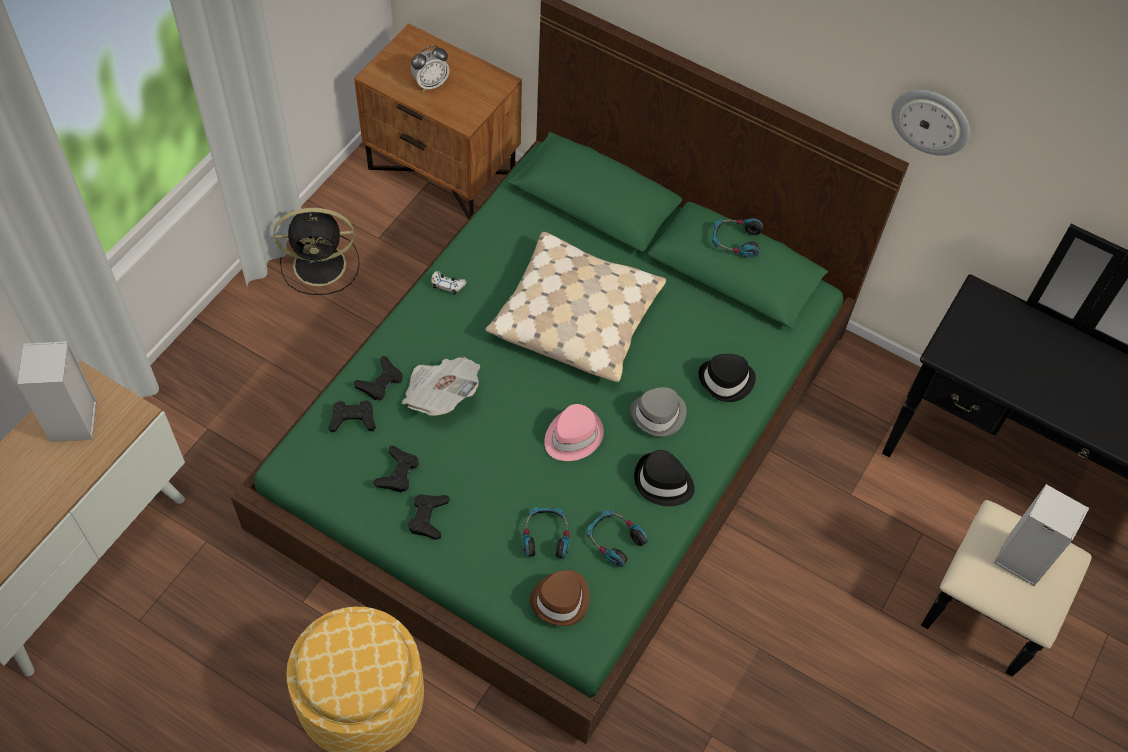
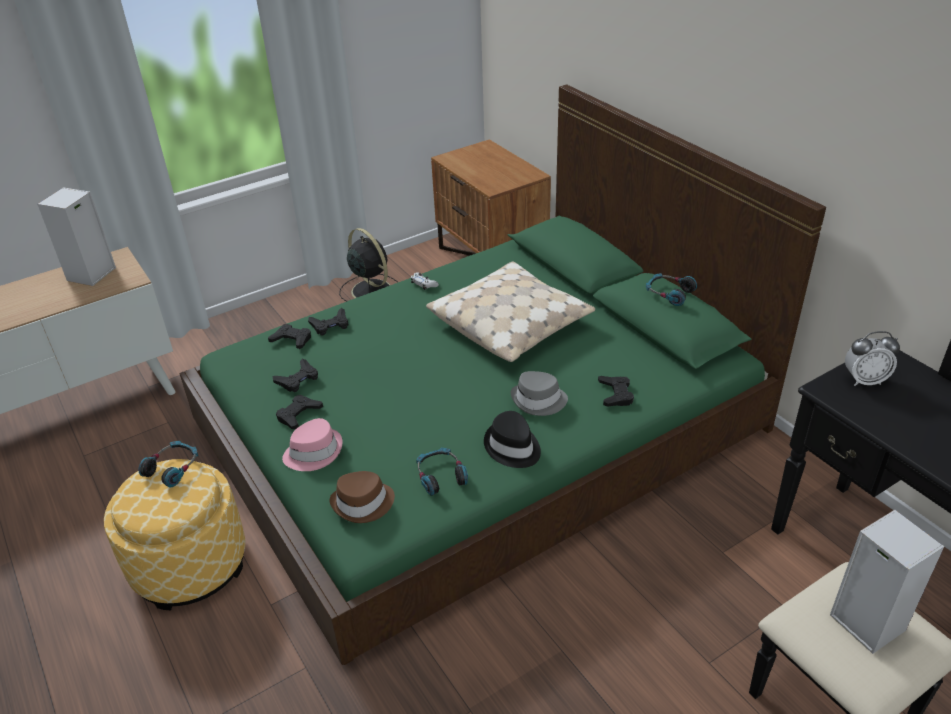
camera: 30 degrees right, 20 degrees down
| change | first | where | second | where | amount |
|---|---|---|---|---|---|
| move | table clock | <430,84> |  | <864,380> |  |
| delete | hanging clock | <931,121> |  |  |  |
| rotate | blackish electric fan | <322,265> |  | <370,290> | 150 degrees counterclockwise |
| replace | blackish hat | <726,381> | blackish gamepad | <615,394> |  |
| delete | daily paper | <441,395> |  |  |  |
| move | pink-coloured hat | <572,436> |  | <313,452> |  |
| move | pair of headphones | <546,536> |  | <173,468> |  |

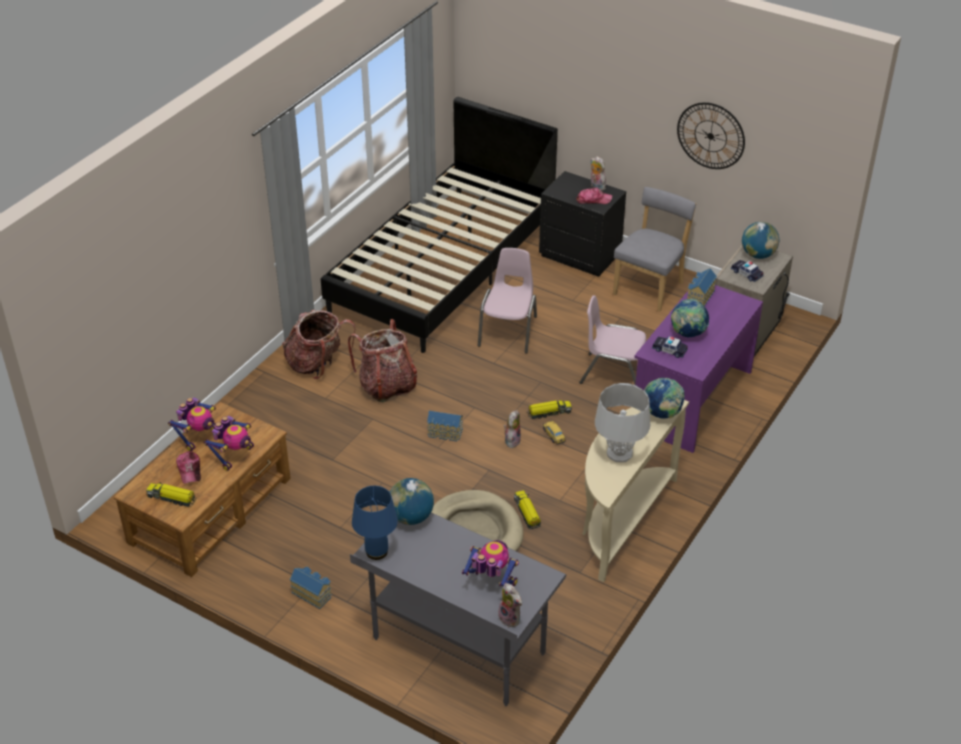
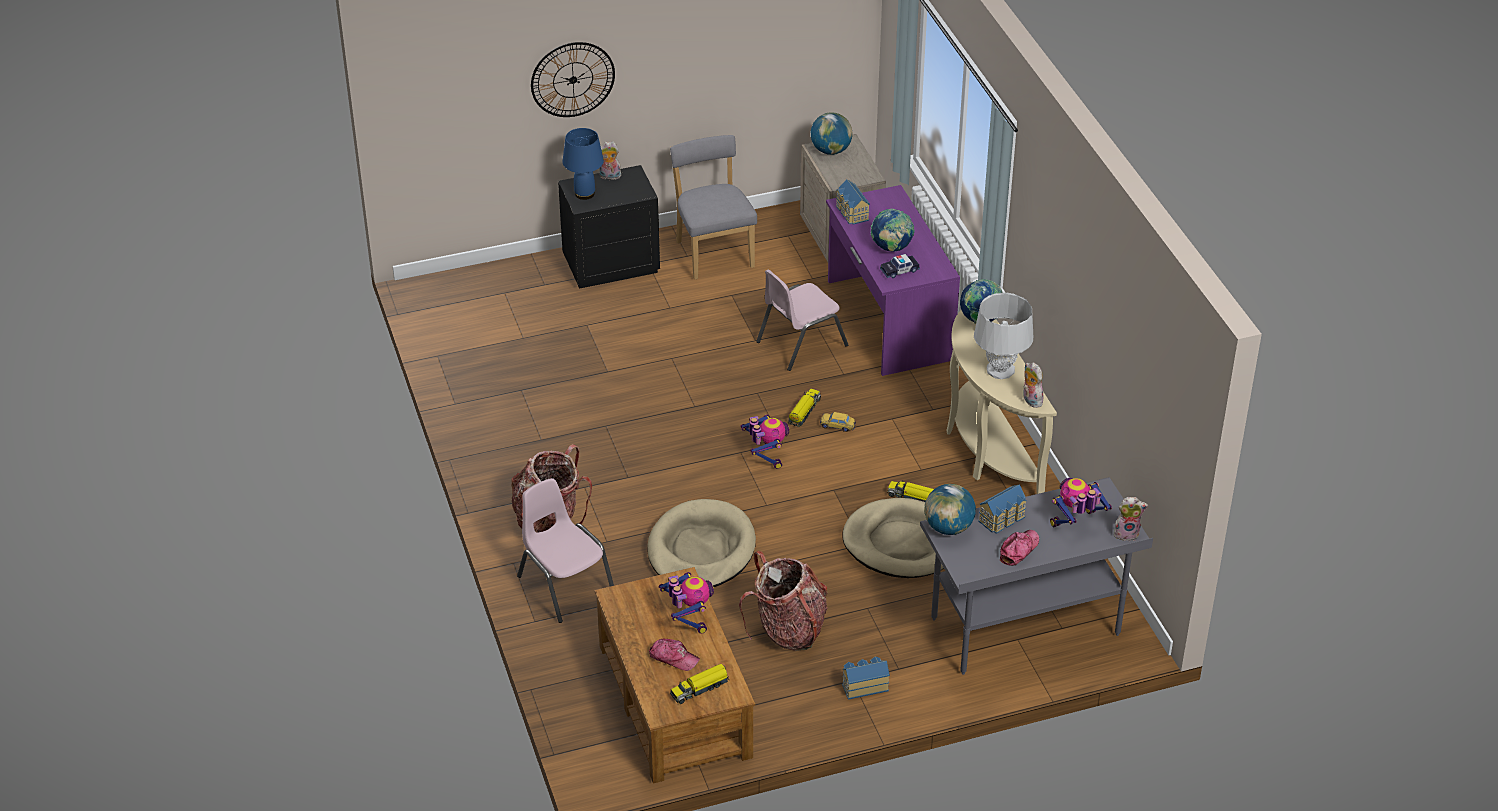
camera: 50 degrees left, 0 degrees up
| change | first | where | second | where | amount |
|---|---|---|---|---|---|
| delete | blackish bedroom bed | <443,268> |  |  |  |
| move | hanging clock | <710,136> |  | <573,79> |  |
| move | cap | <593,200> |  | <1018,550> |  |
| move | pink-coloured chair | <508,331> |  | <565,585> |  |
| delete | toy car | <746,273> |  |  |  |
| move | knapsack | <387,385> |  | <788,630> |  |
| move | robot figure | <199,437> |  | <766,455> |  |
| move | cuddly toy | <512,440> |  | <1030,400> |  |
| move | miniature house | <445,433> |  | <1003,519> |  |
| move | blue lamp for a table | <376,551> |  | <584,194> |  |
| insert |  |  | beige-coloured pet bed | <701,549> |  |

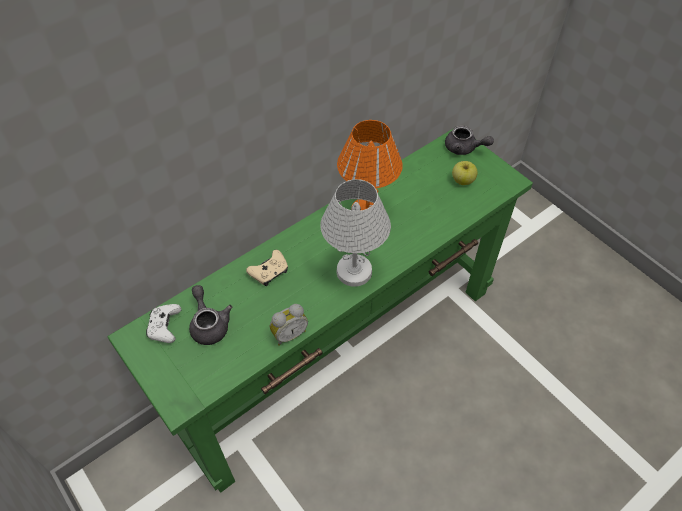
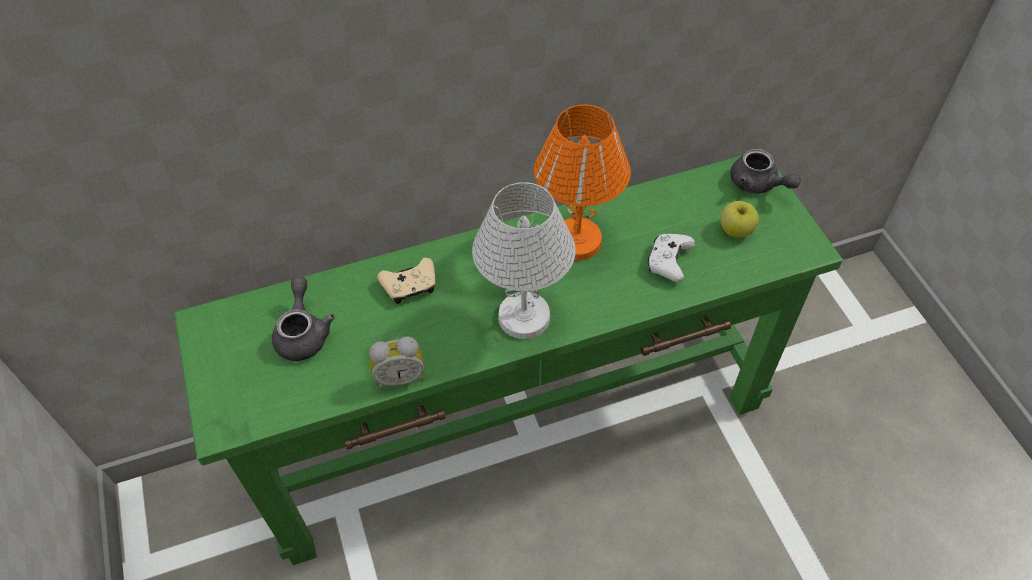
camera: 20 degrees right, 0 degrees up
| change | first | where | second | where | amount |
|---|---|---|---|---|---|
| move | white-coloured gamepad | <165,327> |  | <668,262> |  |

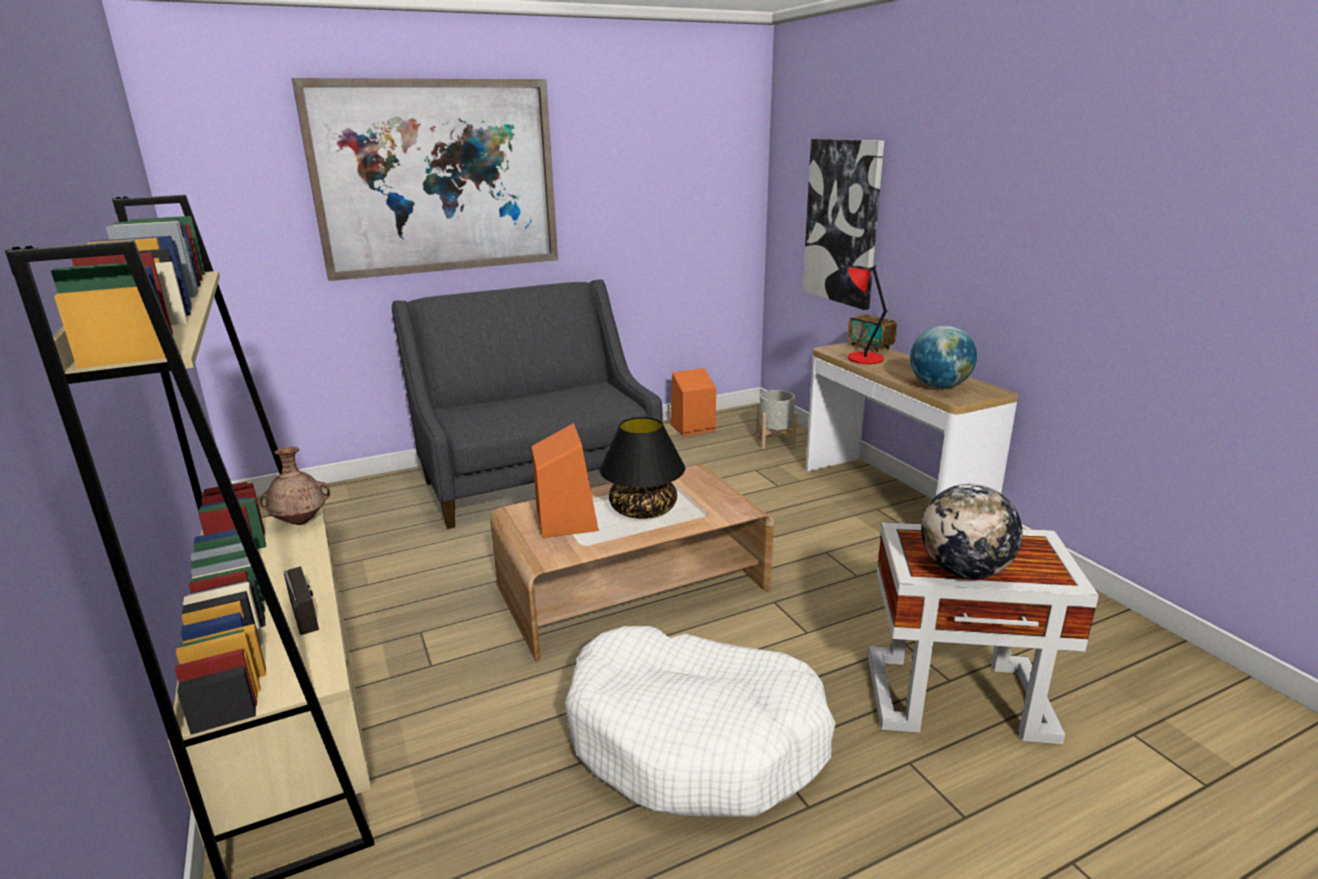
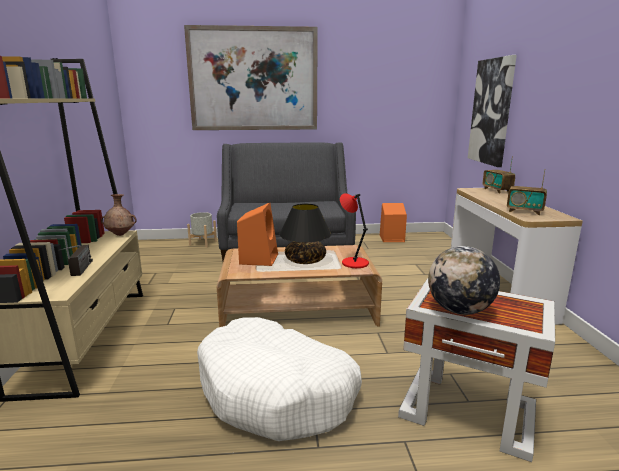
camera: 20 degrees right, 5 degrees down
| change | first | where | second | where | amount |
|---|---|---|---|---|---|
| move | reddish lamp for a table | <862,359> |  | <353,263> |  |
| replace | world globe | <939,386> | radio receiver | <524,211> |  |
| move | greyish plant pot | <775,441> |  | <203,243> |  |

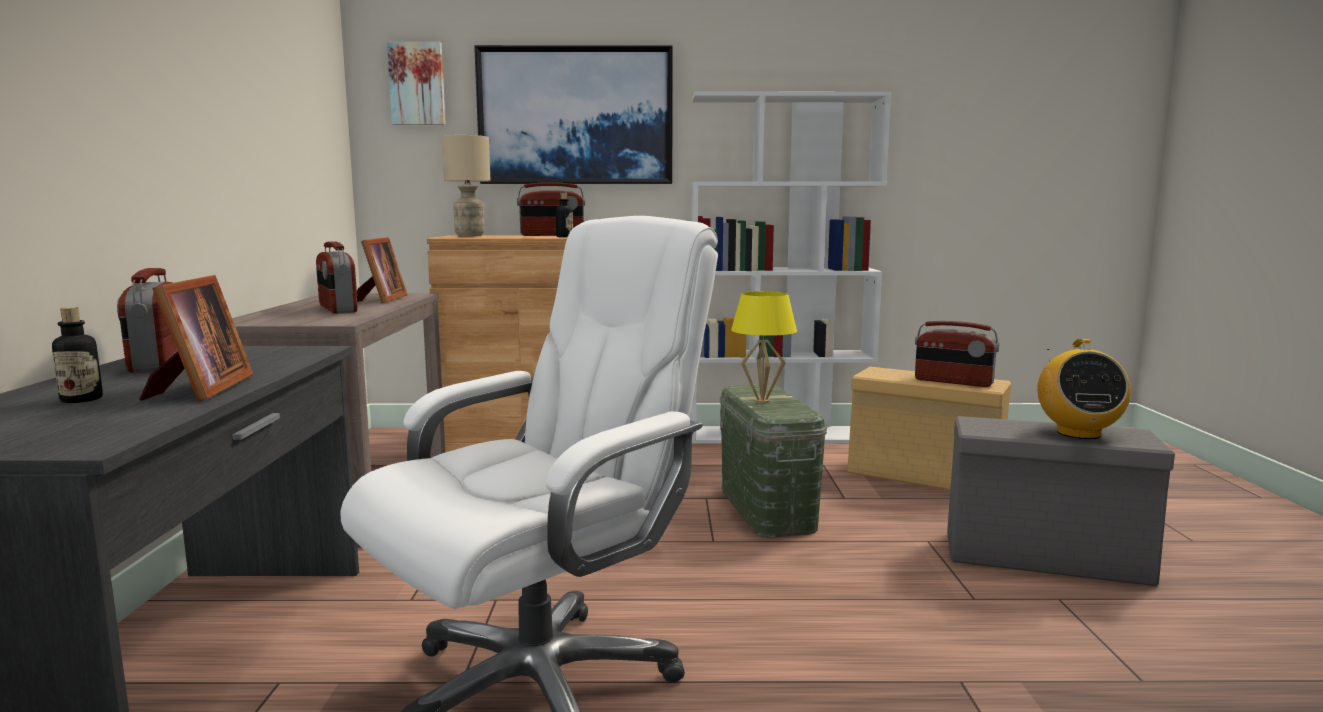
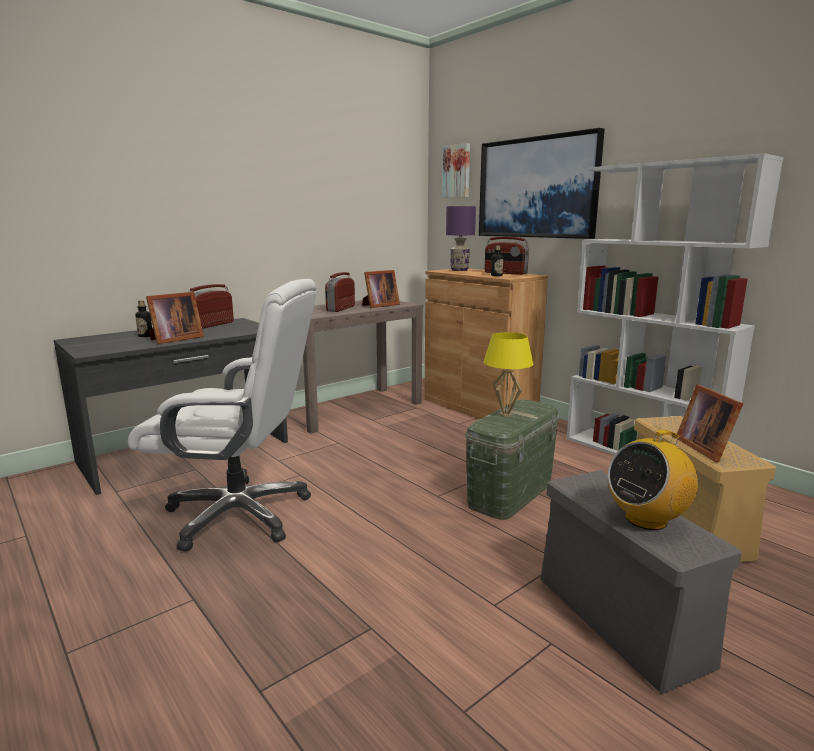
camera: 50 degrees right, 5 degrees up
| change | first | where | second | where | amount |
|---|---|---|---|---|---|
| recolor | beige-coloured lamp for a table | <469,236> | purple lamp for a table | <459,270> |  |
| replace | radio receiver | <953,382> | photo frame | <705,448> |  |

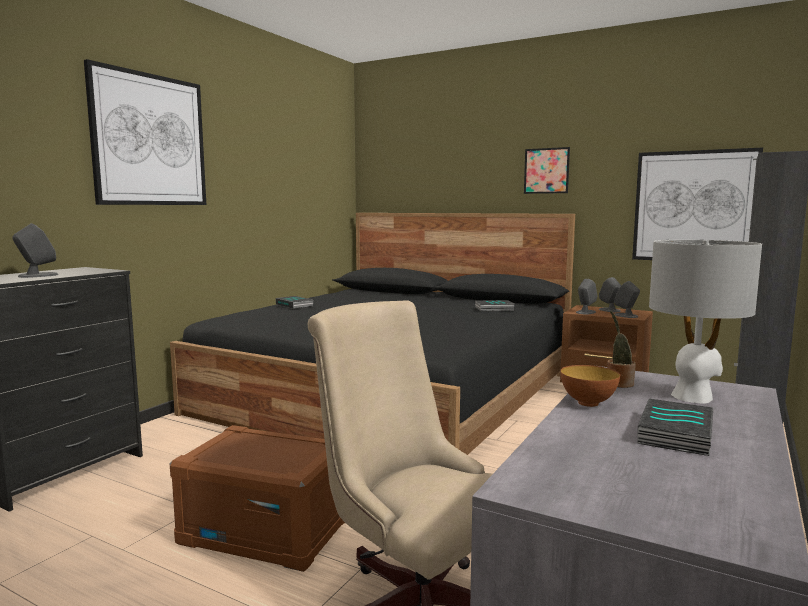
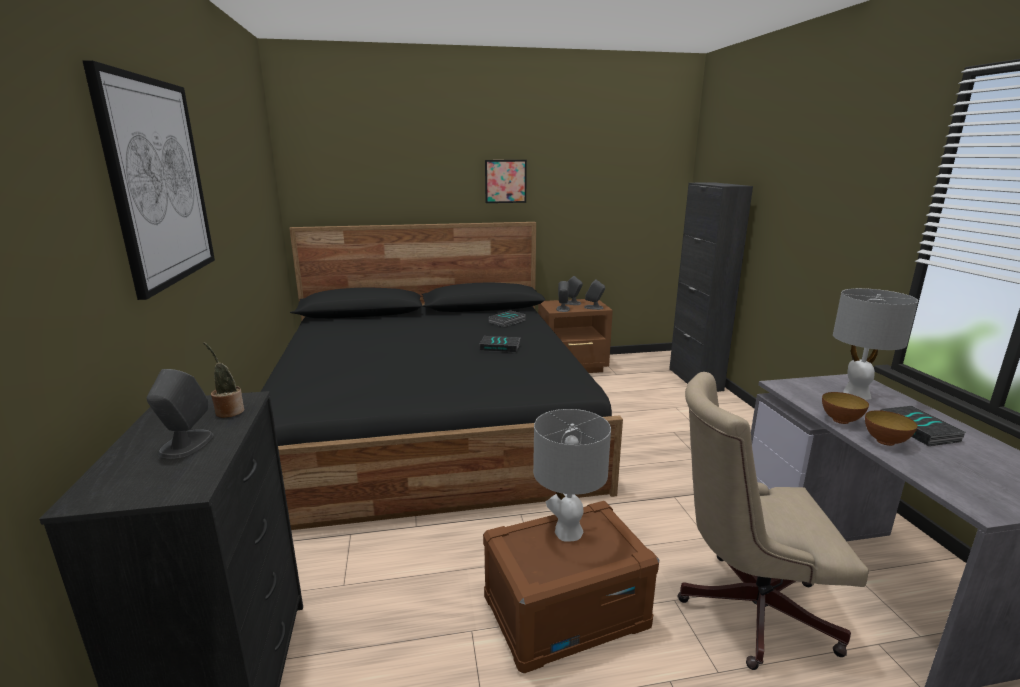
camera: 40 degrees left, 10 degrees up
| change | first | where | second | where | amount |
|---|---|---|---|---|---|
| delete | wall art | <694,206> |  |  |  |
| move | book | <295,305> |  | <500,347> |  |
| move | plant in a pot | <618,383> |  | <228,411> |  |
| insert |  |  | greyish lamp for a table | <567,531> |  |
| insert |  |  | bowl | <885,442> |  |

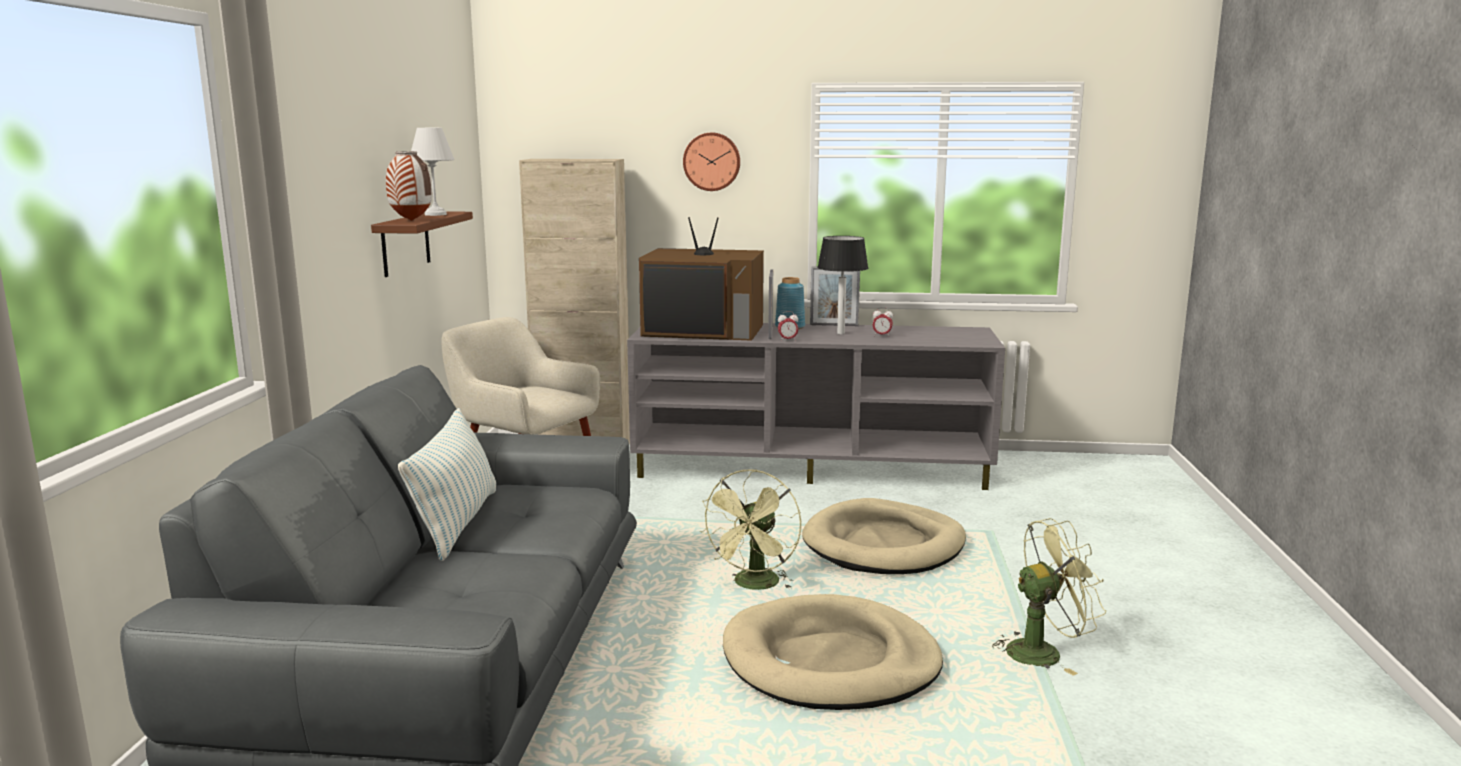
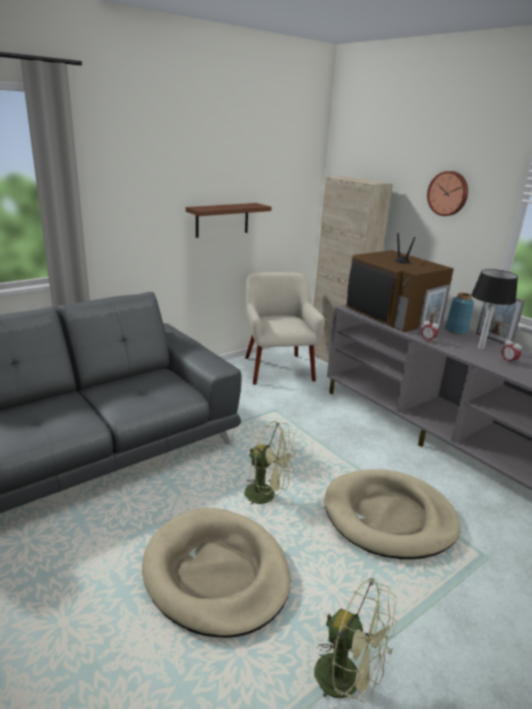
camera: 45 degrees right, 10 degrees up
| change | first | where | second | where | amount |
|---|---|---|---|---|---|
| delete | white-coloured lamp for a table | <435,214> |  |  |  |
| delete | decorative vase | <410,220> |  |  |  |
| delete | pillow | <456,523> |  |  |  |
| rotate | greenish electric fan | <754,586> |  | <267,496> | 135 degrees counterclockwise |

